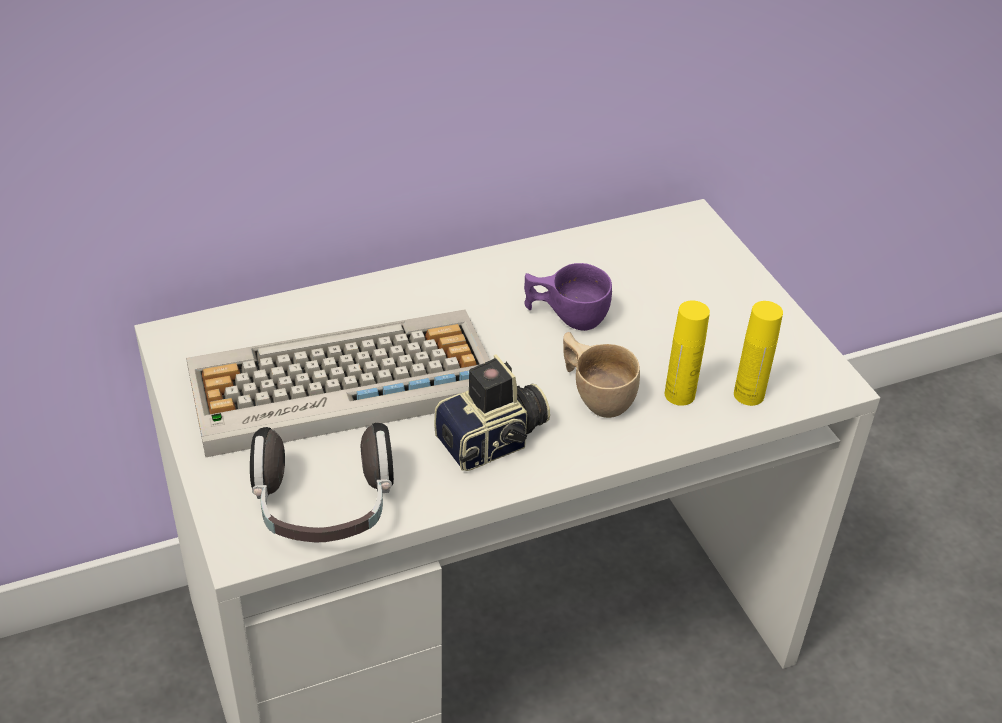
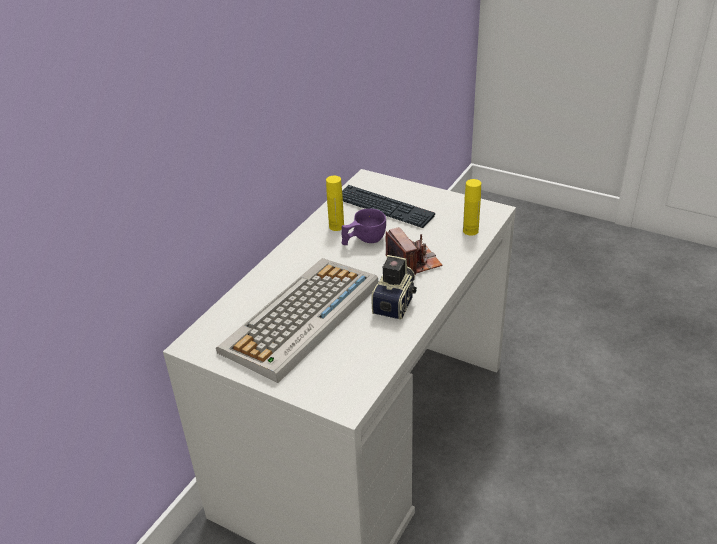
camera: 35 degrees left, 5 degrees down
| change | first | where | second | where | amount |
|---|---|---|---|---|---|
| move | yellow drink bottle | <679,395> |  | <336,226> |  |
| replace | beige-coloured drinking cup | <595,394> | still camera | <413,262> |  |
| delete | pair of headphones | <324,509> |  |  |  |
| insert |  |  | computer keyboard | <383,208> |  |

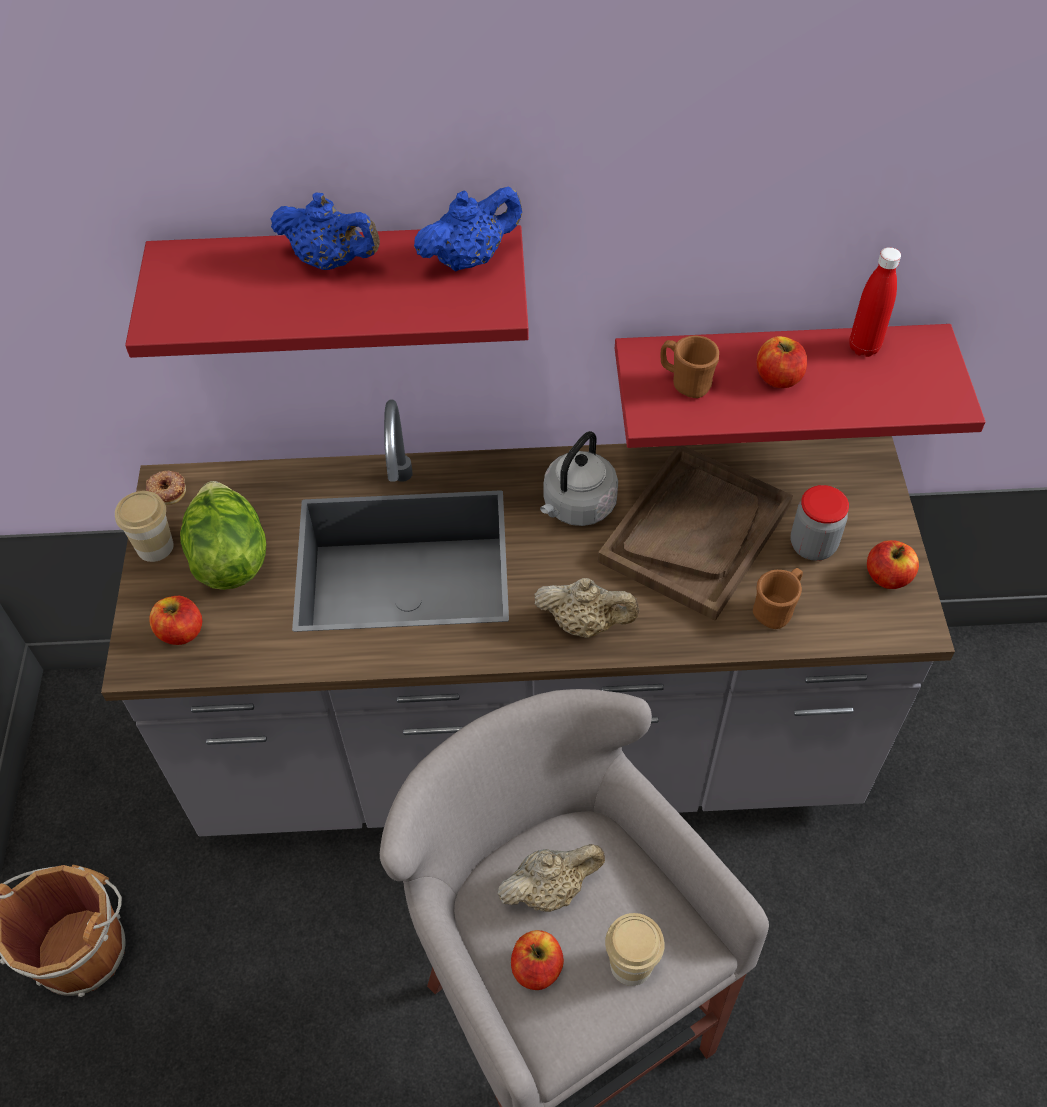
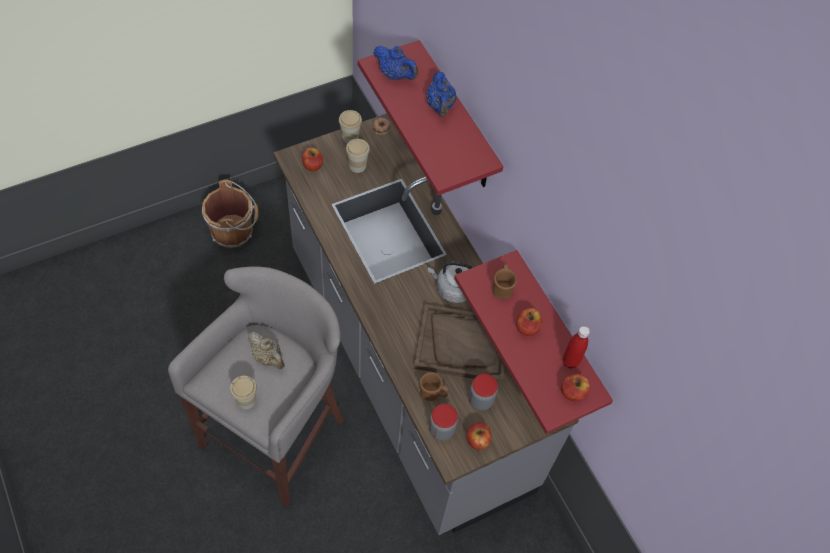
camera: 60 degrees right, 5 degrees up
| change | first | where | second | where | amount |
|---|---|---|---|---|---|
| move | blue pot for tea | <469,259> |  | <395,75> |  |
| replace | head of lettuce | <229,557> | drinking cup | <357,165> |  |
| delete | beige-coloured pot for tea | <585,623> |  |  |  |
| move | apple | <537,968> |  | <573,392> |  |
| insert |  |  | preserve jar | <441,430> |  |

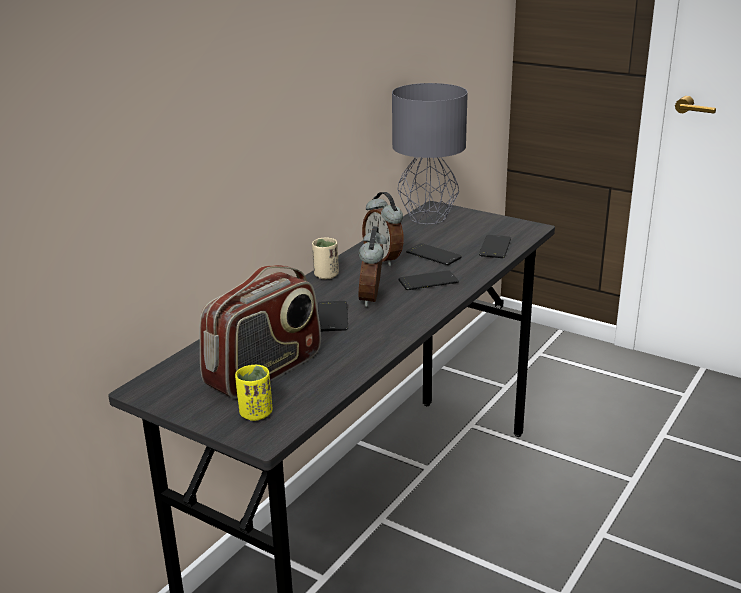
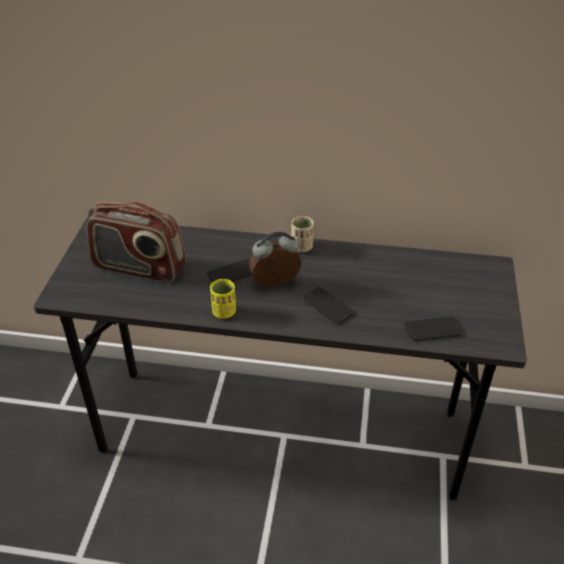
camera: 65 degrees right, 15 degrees up
| change | first | where | second | where | amount |
|---|---|---|---|---|---|
| delete | greyish lamp for a table | <426,218> |  |  |  |
| delete | table clock | <384,259> |  |  |  |
| delete | telephone | <433,255> |  |  |  |
| move | yellow drinking cup | <256,413> |  | <224,312> |  |

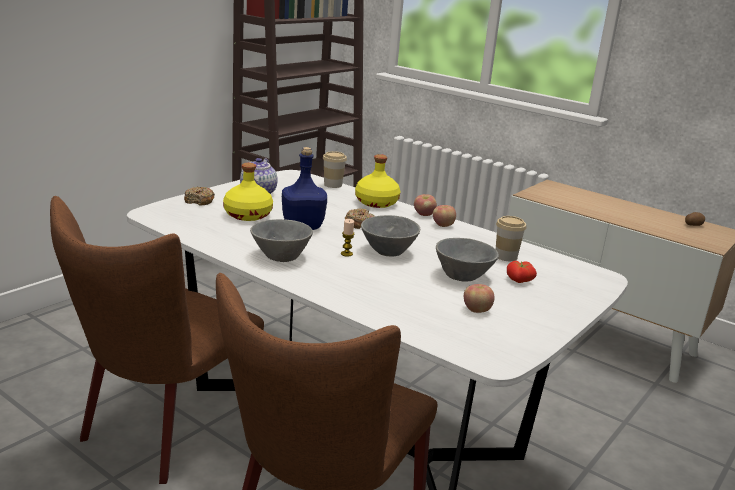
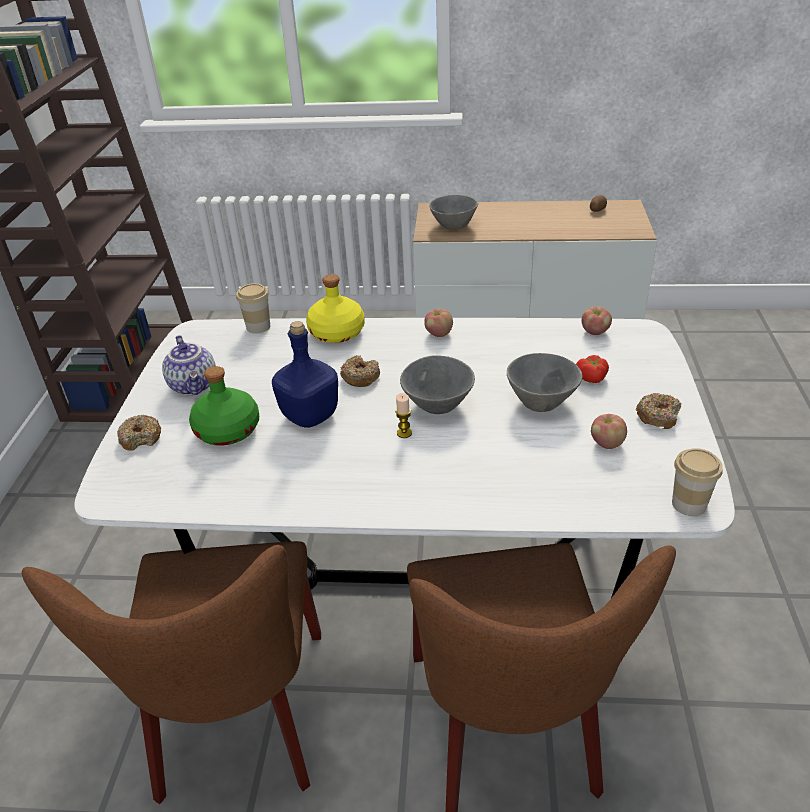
camera: 30 degrees left, 15 degrees up
| change | first | where | second | where | amount |
|---|---|---|---|---|---|
| recolor | yellow drink bottle | <248,215> | greenish drink bottle | <228,430> |  |
| move | apple | <424,214> |  | <595,332> |  |
| move | drinking cup | <506,256> |  | <689,504> |  |
| move | greyish bowl | <282,256> |  | <453,224> |  |
| insert |  |  | doughnut | <658,416> |  |

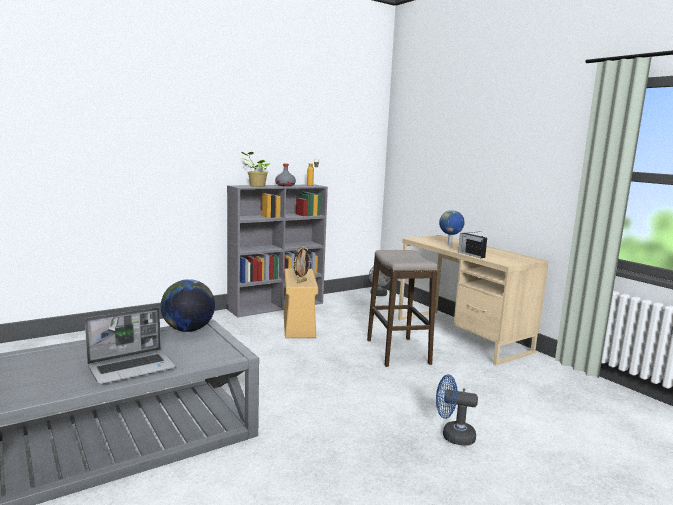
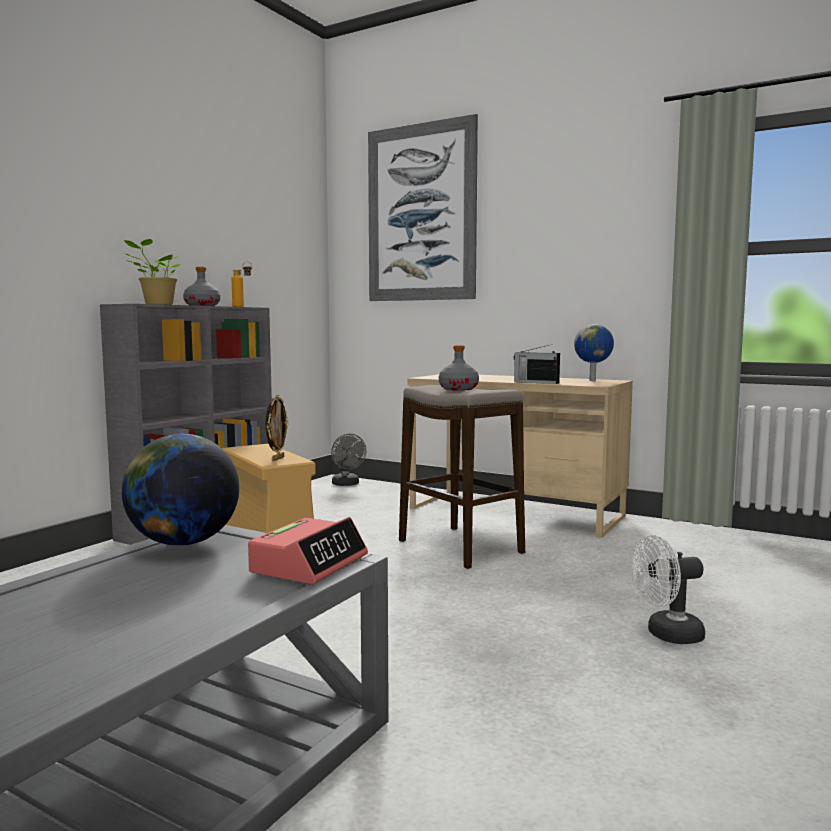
camera: 25 degrees left, 5 degrees down
| change | first | where | second | where | amount |
|---|---|---|---|---|---|
| move | world globe | <450,246> |  | <593,380> |  |
| delete | laptop | <132,367> |  |  |  |
| recolor | blue electric fan | <452,436> | white-coloured electric fan | <667,635> |  |
| insert |  |  | wall art | <421,213> |  |
| insert |  |  | greyish drink bottle | <458,389> |  |
| insert |  |  | table clock | <309,564> |  |

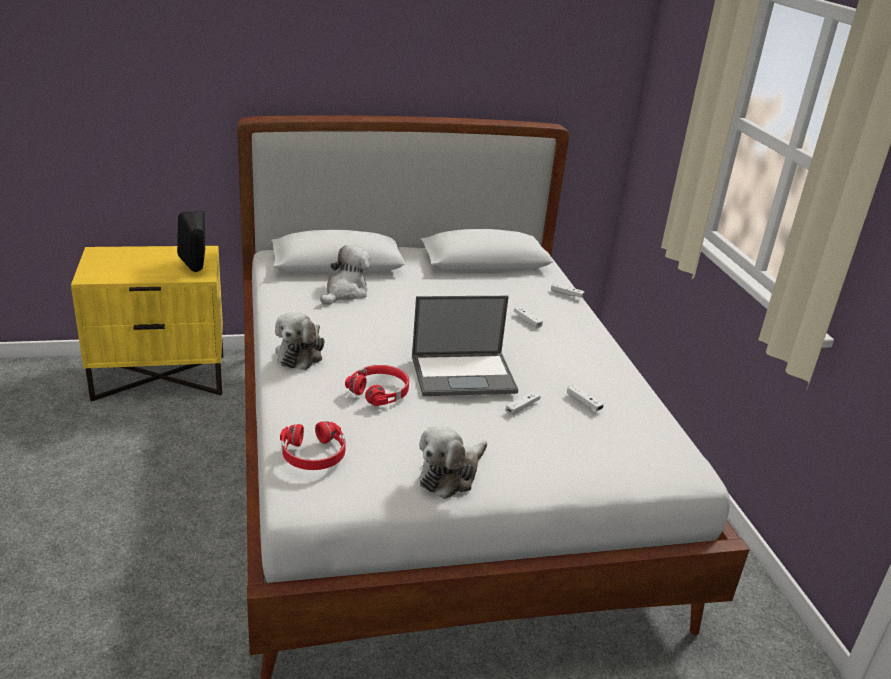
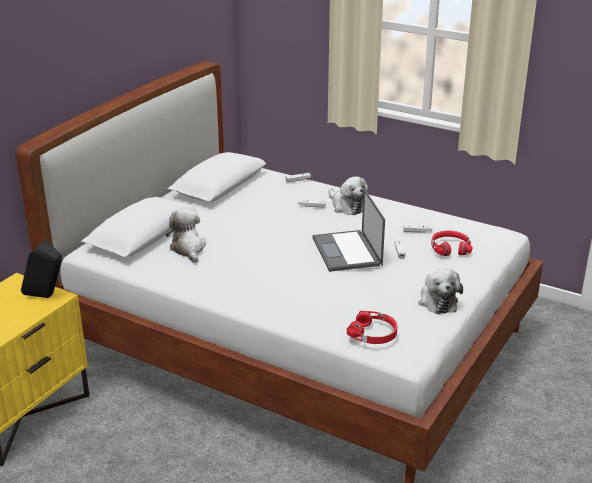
camera: 45 degrees left, 0 degrees up
| change | first | where | second | where | amount |
|---|---|---|---|---|---|
| rotate | laptop | <464,374> |  | <347,252> | 135 degrees clockwise |
| move | cuddly toy | <301,354> |  | <347,206> |  |
| move | reddish pair of headphones | <380,391> |  | <450,248> |  |

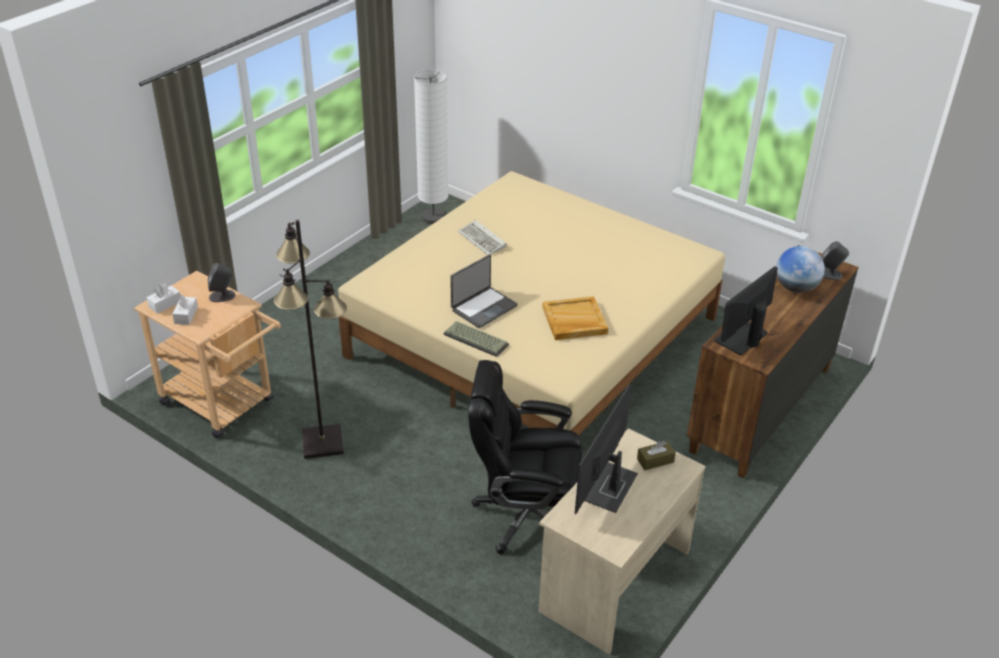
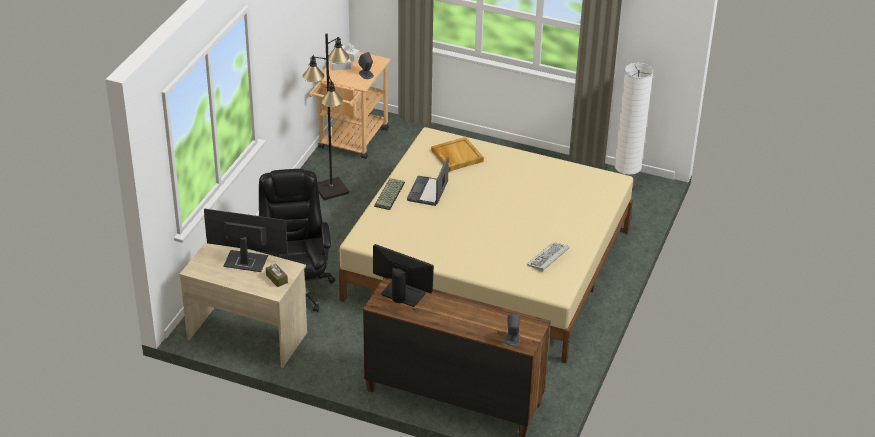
camera: 75 degrees right, 0 degrees up
| change | first | where | second | where | amount |
|---|---|---|---|---|---|
| move | computer keyboard | <483,240> |  | <547,258> |  |
| delete | world globe | <795,288> |  |  |  |
| rotate | laptop | <483,307> |  | <428,192> | 75 degrees clockwise |
| move | beige-coloured serving tray | <574,321> |  | <456,156> |  |

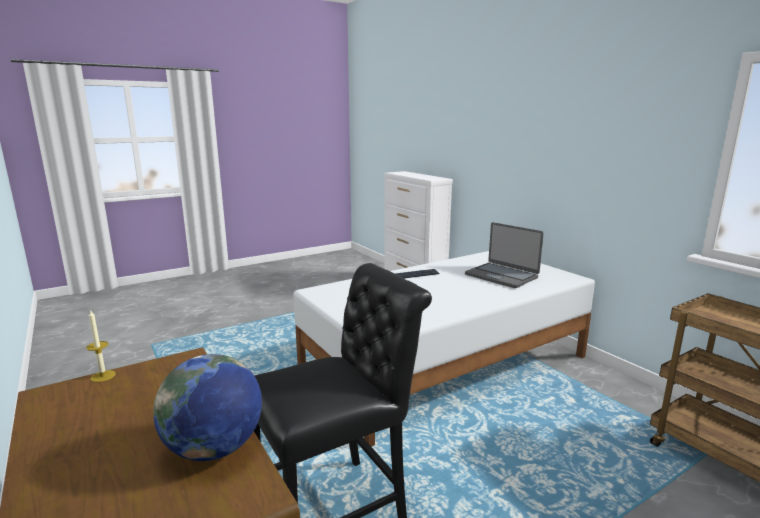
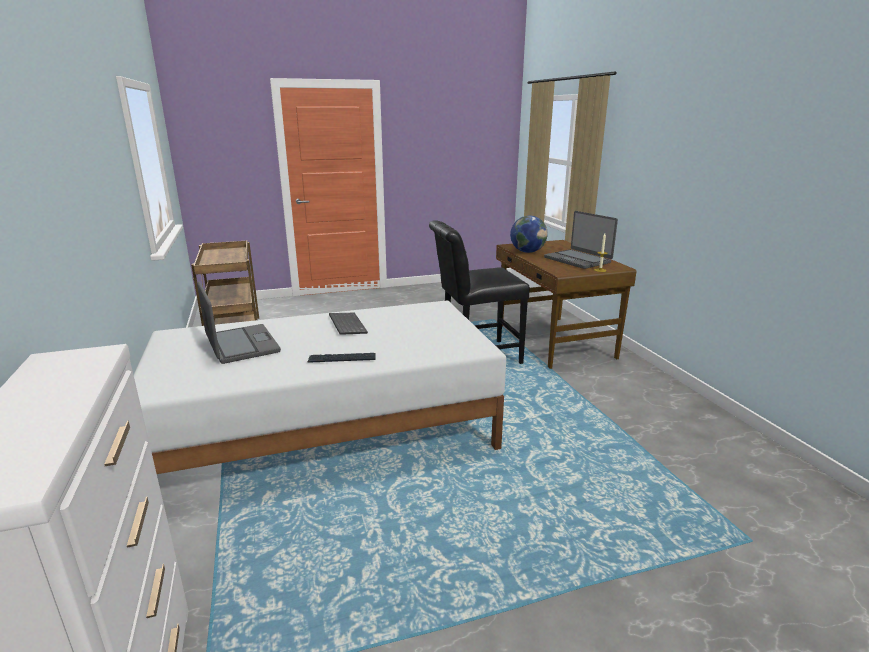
camera: 165 degrees left, 5 degrees up
| change | first | where | second | where | amount |
|---|---|---|---|---|---|
| insert |  |  | laptop | <577,260> |  |
| insert |  |  | computer keyboard | <346,325> |  |

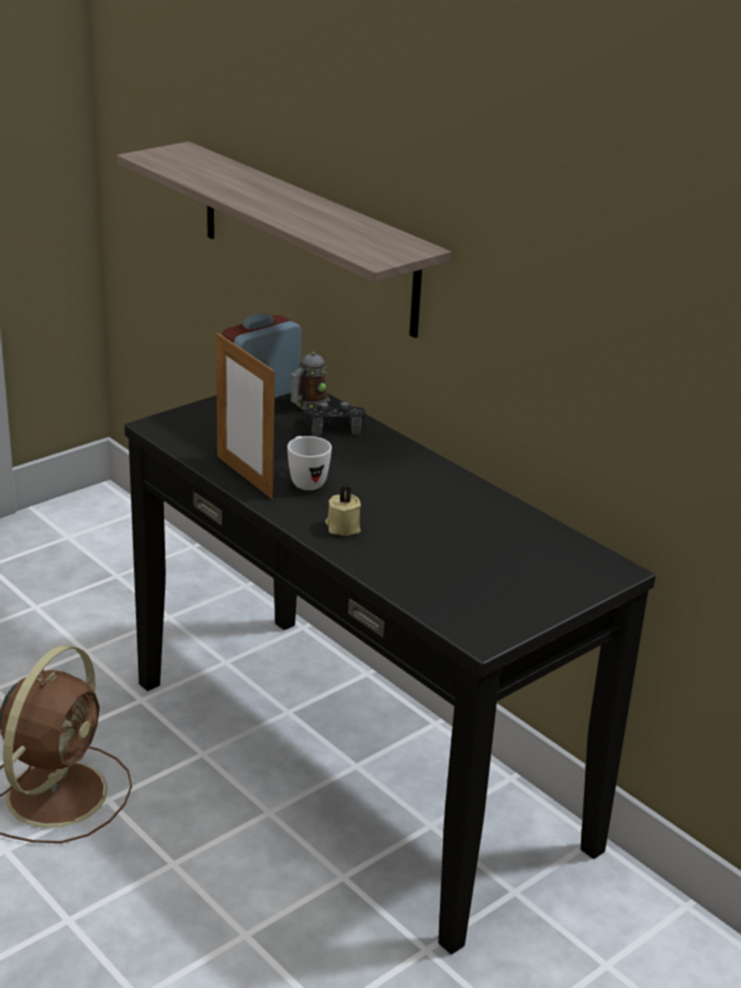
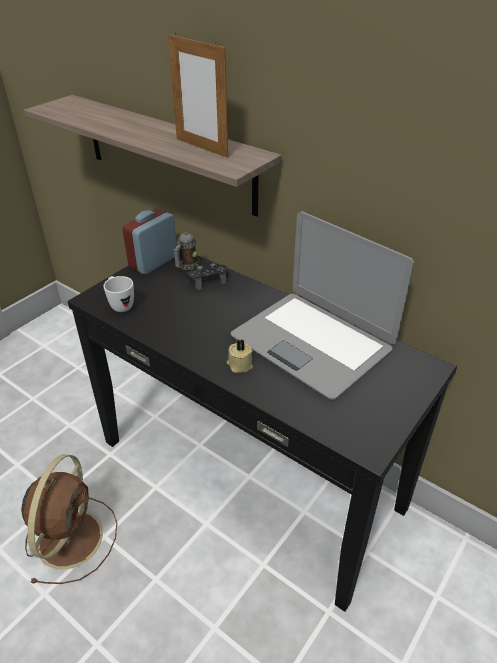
camera: 10 degrees left, 10 degrees up
| change | first | where | second | where | amount |
|---|---|---|---|---|---|
| move | photo frame | <244,476> |  | <201,147> |  |
| move | white-coloured mug | <305,481> |  | <120,305> |  |
| insert |  |  | laptop | <312,343> |  |

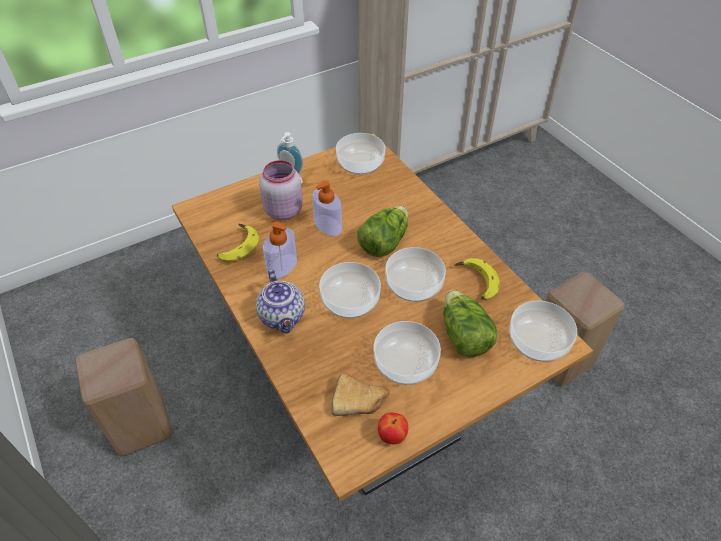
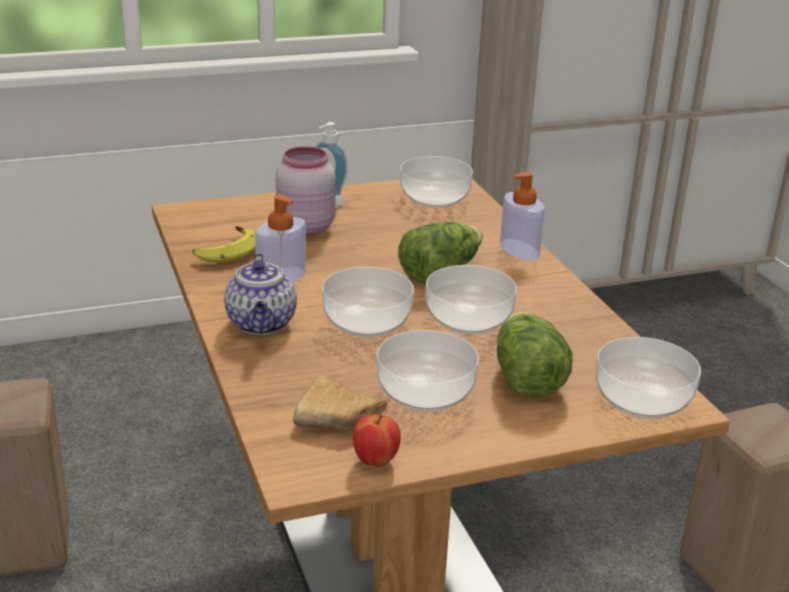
camera: 10 degrees right, 20 degrees down
| change | first | where | second | where | amount |
|---|---|---|---|---|---|
| move | soap dispenser | <328,225> |  | <519,250> |  |
| delete | banana | <475,282> |  |  |  |

